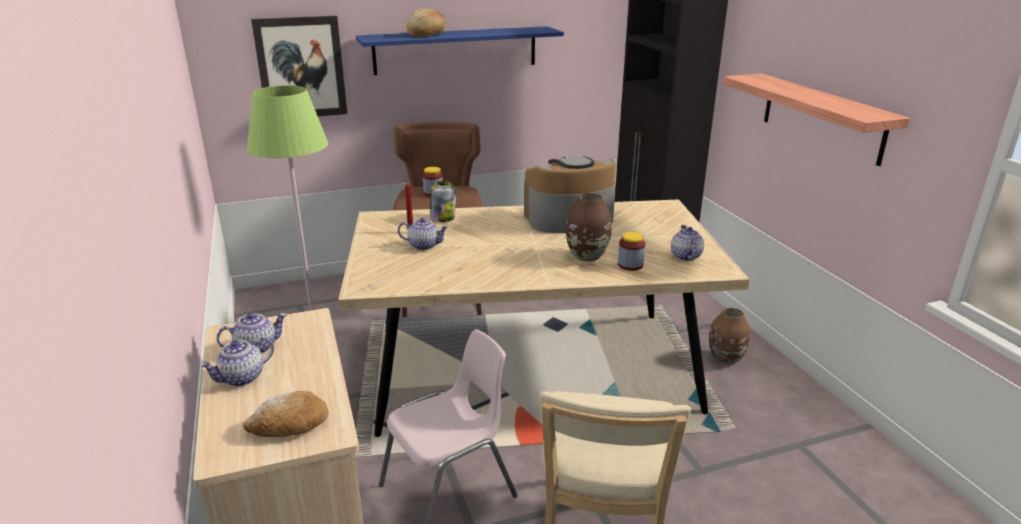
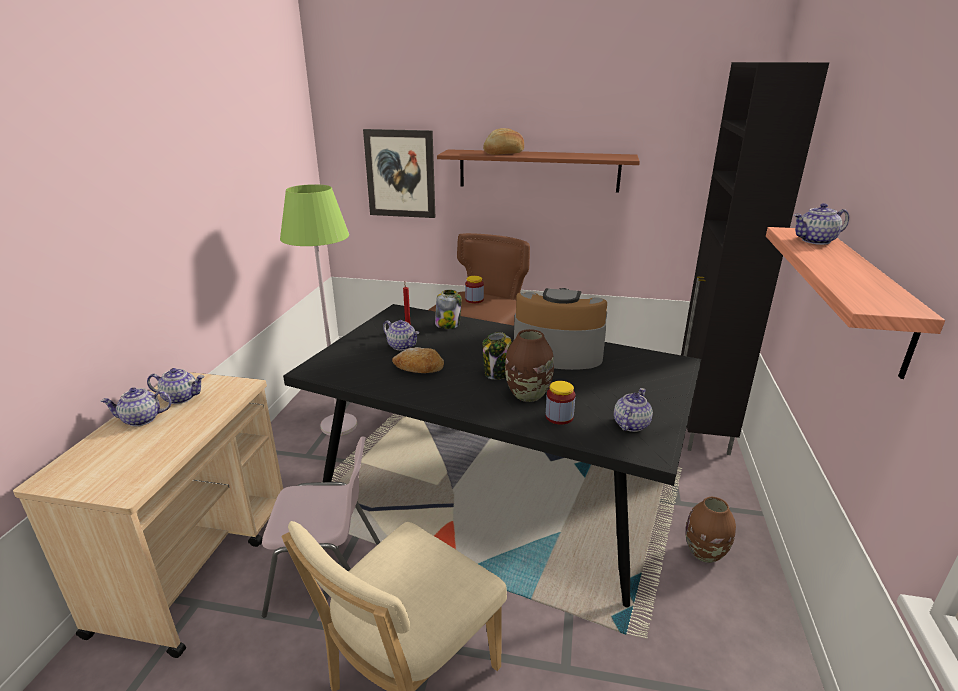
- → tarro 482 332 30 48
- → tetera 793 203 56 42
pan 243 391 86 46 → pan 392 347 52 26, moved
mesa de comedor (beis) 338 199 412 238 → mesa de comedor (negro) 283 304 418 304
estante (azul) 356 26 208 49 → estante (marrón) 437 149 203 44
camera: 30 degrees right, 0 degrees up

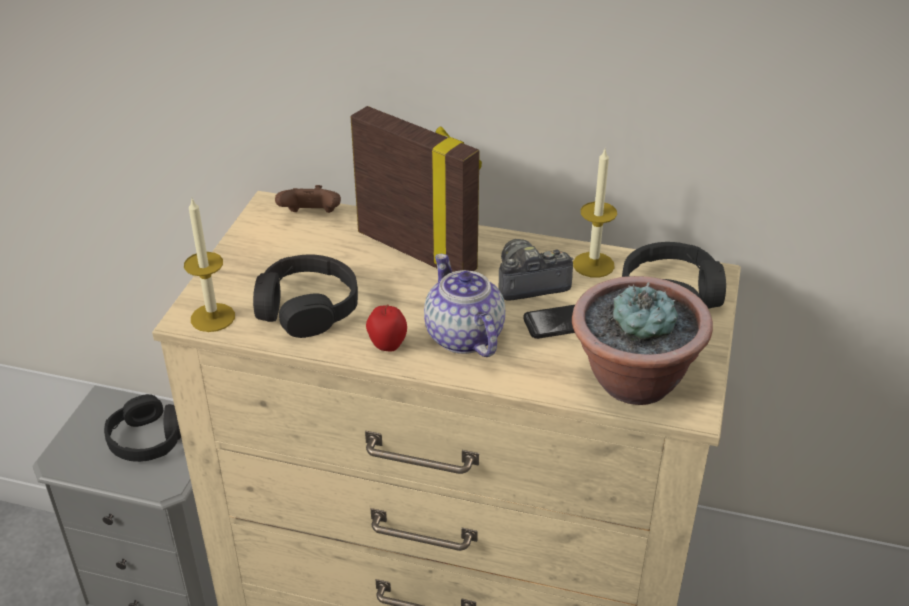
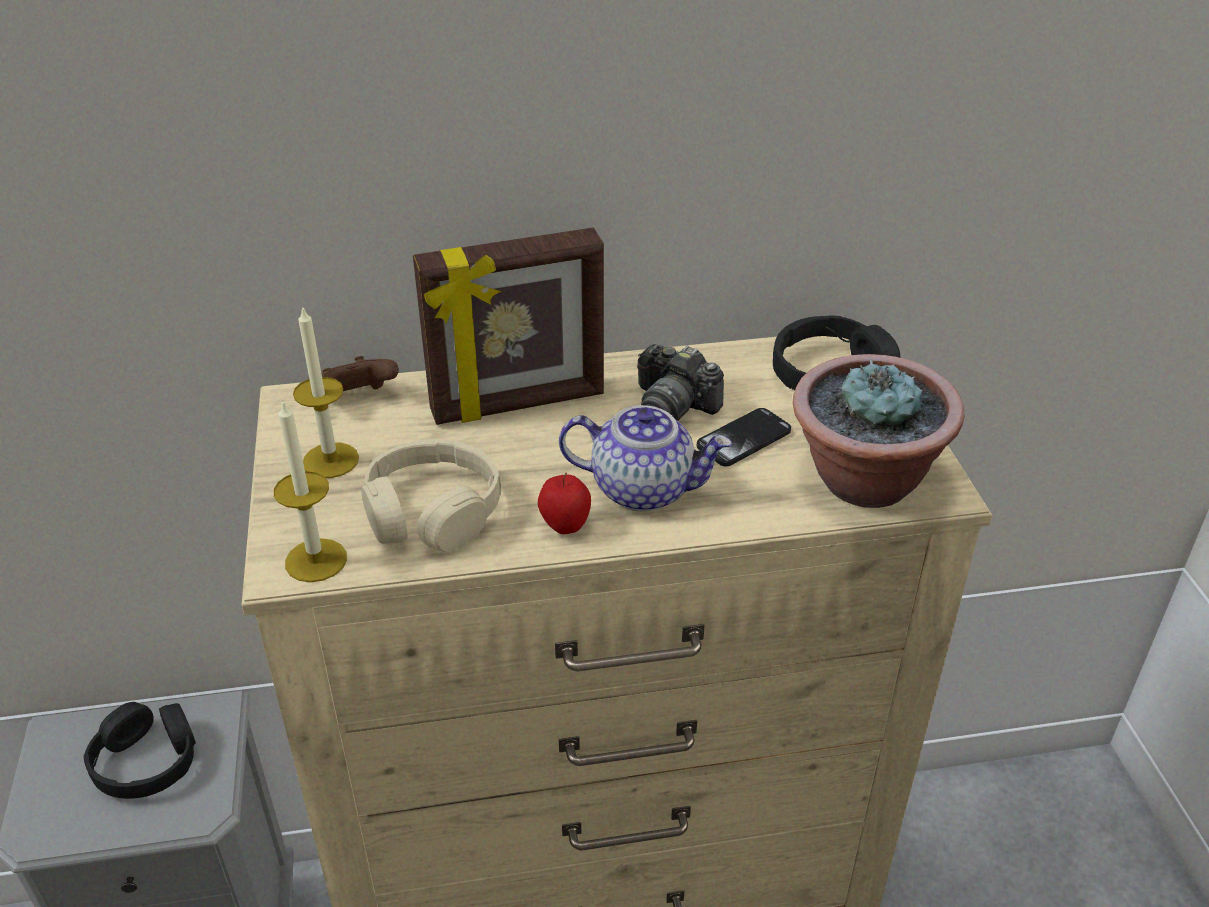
vela 573 149 44 129 → vela 293 305 66 173, moved
auriculares (negro) 253 255 105 83 → auriculares (beis) 361 439 140 113
portarretratos 350 106 132 166 → portarretratos 413 228 191 197, 150 degrees clockwise
tetera 424 253 81 104 → tetera 559 405 173 106, 150 degrees clockwise
cámara 499 239 74 62 → cámara 637 344 87 77, 105 degrees counterclockwise
camera: 25 degrees left, 0 degrees up

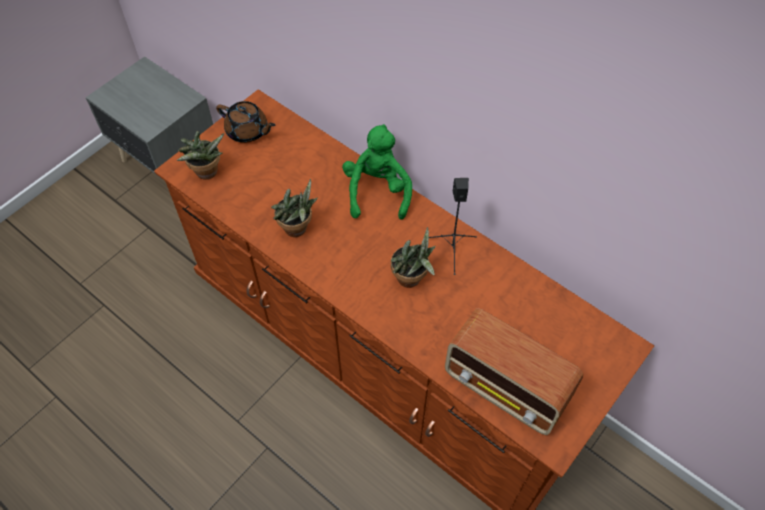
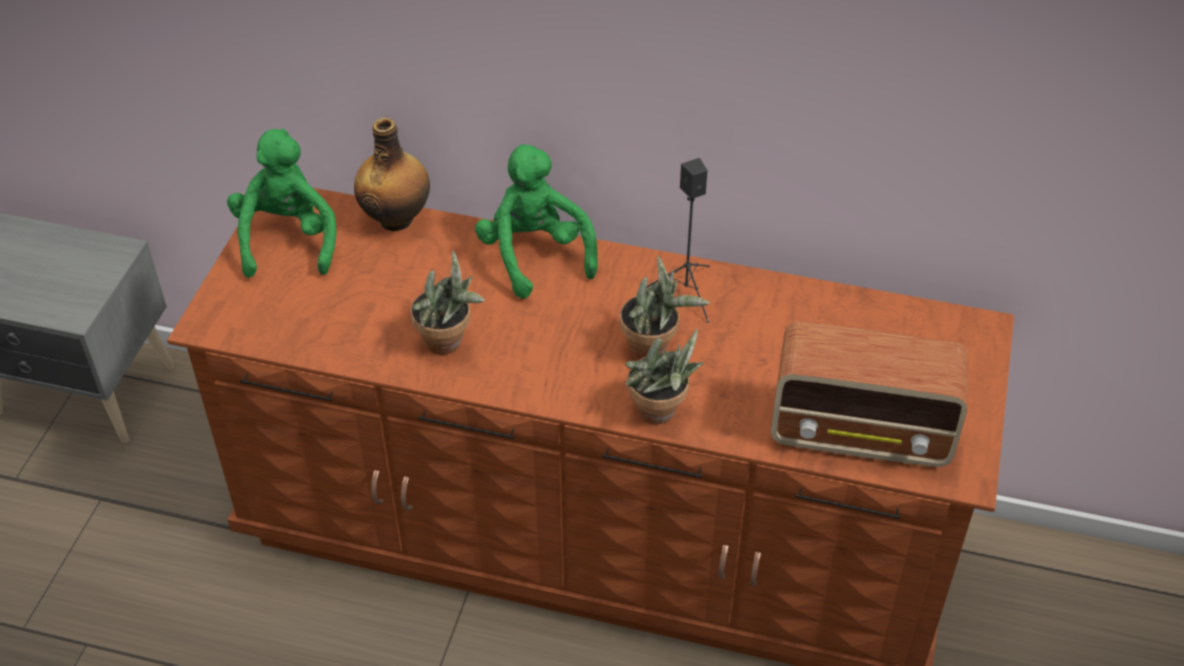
- → botella 354 118 76 113
planta en maceta 176 131 48 49 → planta en maceta 625 329 79 96, moved
tetera (marrón) 216 101 59 42 → peluche (verde) 227 129 109 149
camera: 25 degrees left, 10 degrees down

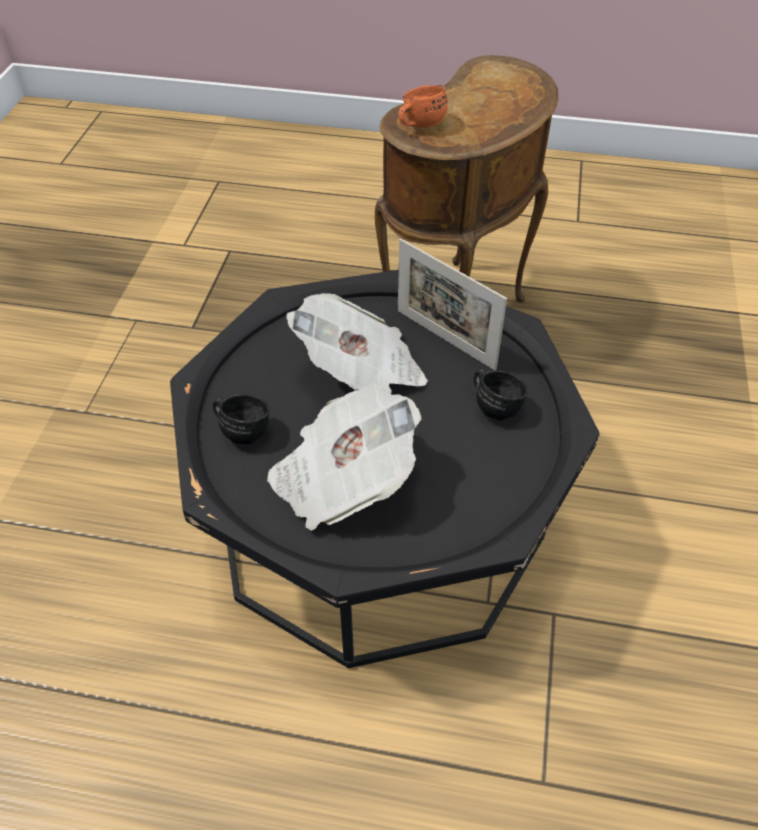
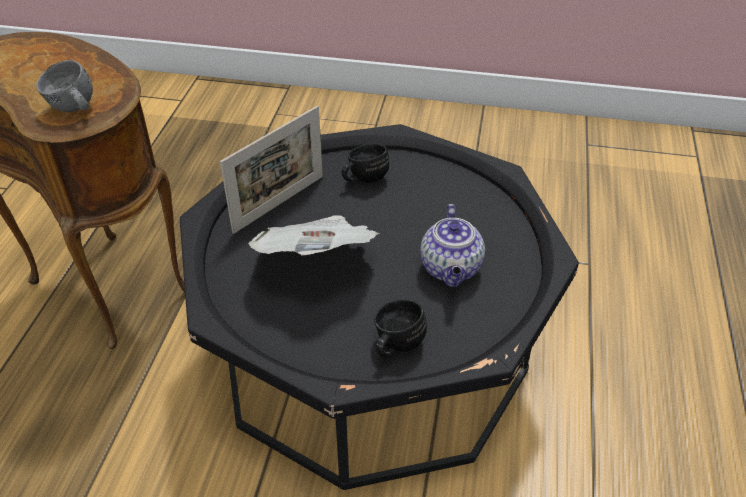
periódico 267 384 155 147 → tetera 420 204 65 83
taza grande (naranja) 398 85 50 42 → taza grande (gris) 36 60 57 52
camera: 90 degrees left, 5 degrees down

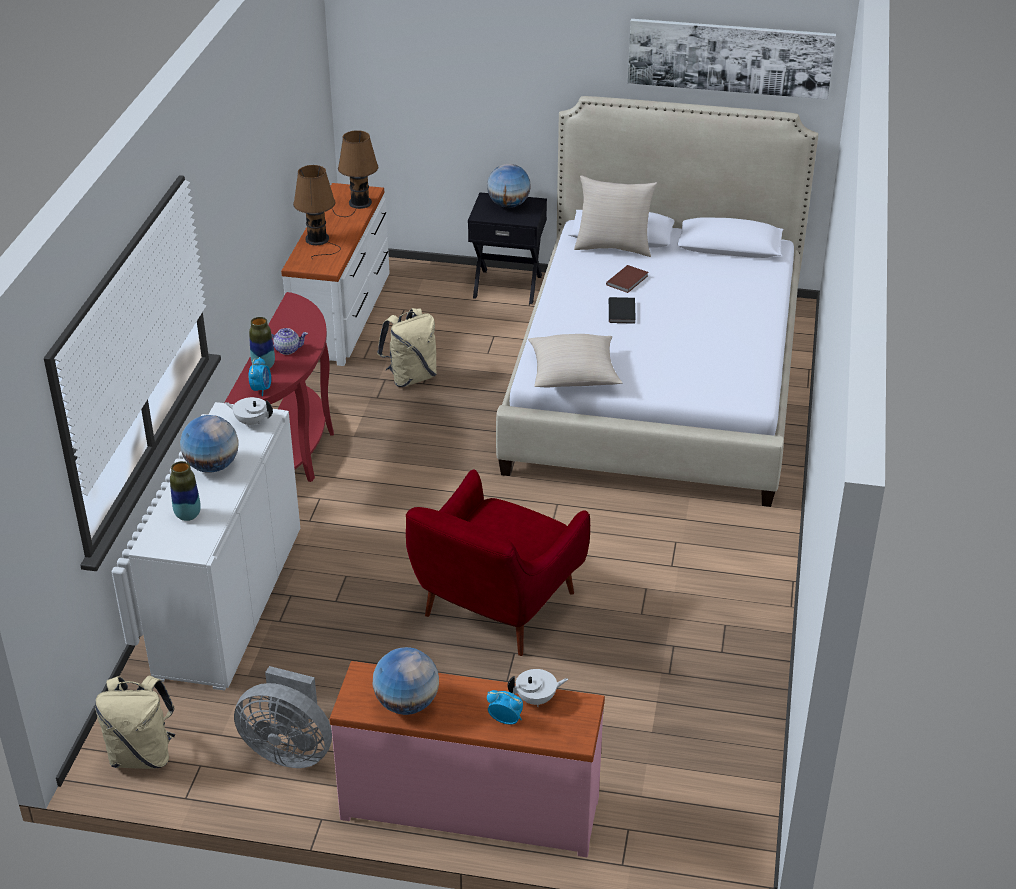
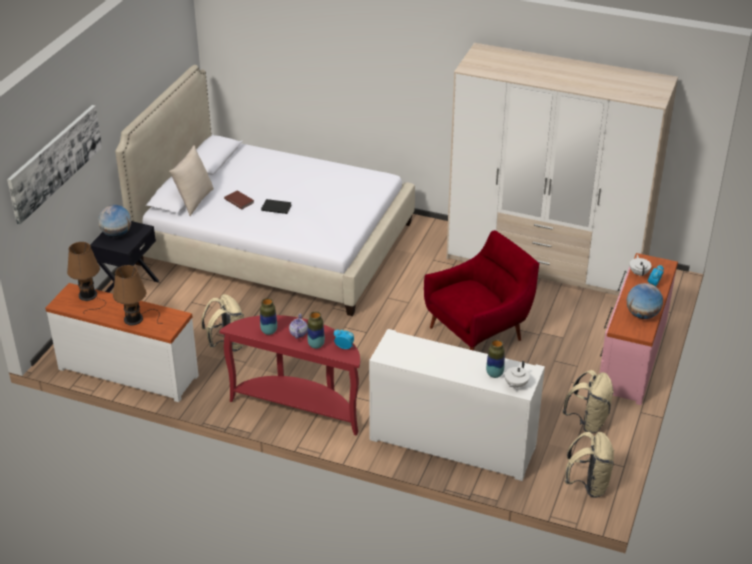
globo terráqueo 180 415 59 58 → -
cojín (beis) 528 334 95 53 → -
- → florero 260 298 17 37
- → armario ropero 446 43 232 253
tetera (blanco) 225 397 48 30 → tetera (blanco) 505 361 25 28, moved
cuadro 628 19 208 81 → cuadro 7 105 95 120, moved
ventilador (gris) 234 666 98 102 → mochila (beis) 562 370 52 63
sillón (rojo) 406 470 184 186 → sillón (rojo) 424 230 115 121, 75 degrees counterclockwise
camera: 80 degrees left, 0 degrees up

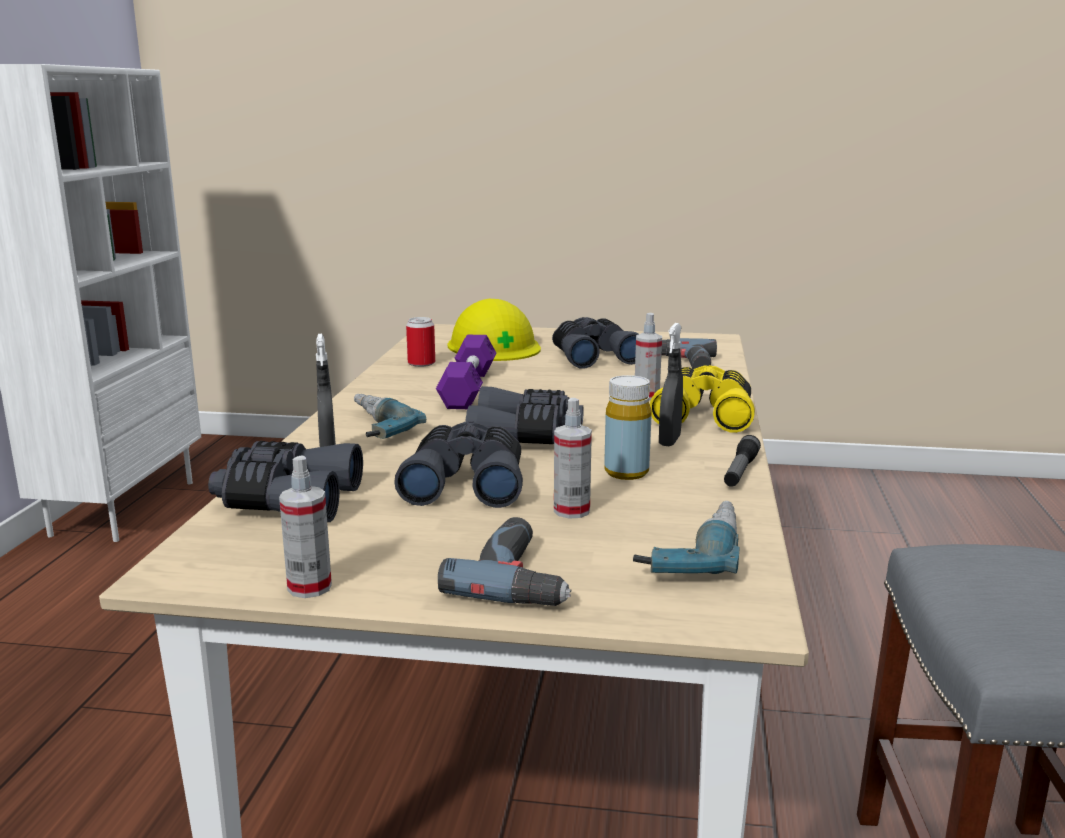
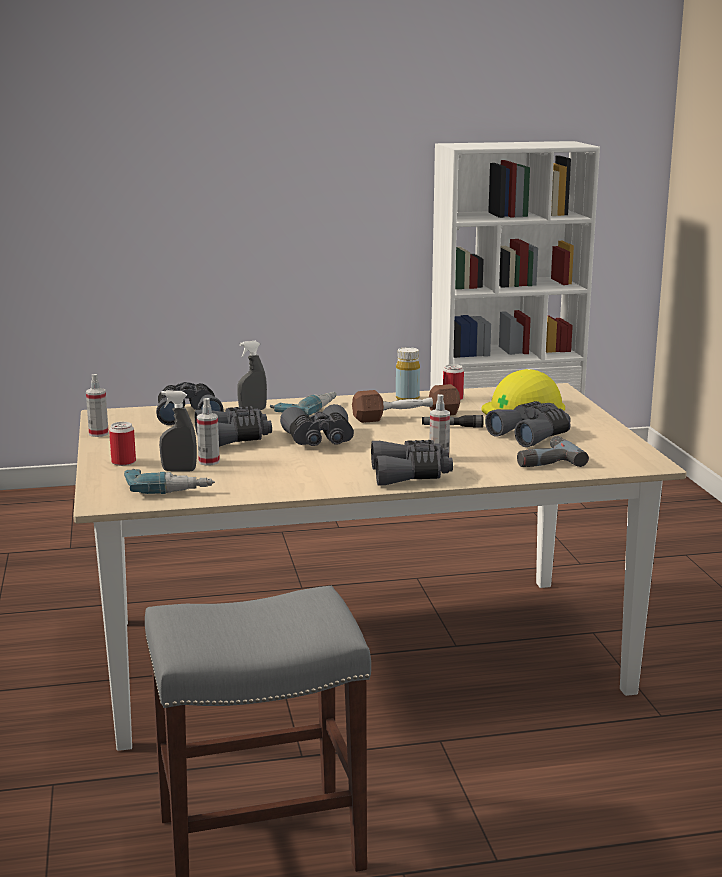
botella (amarillo) 604 375 48 105 → botella (amarillo) 396 347 24 53, moved
pulverizador (gris) 659 323 24 123 → pulverizador (gris) 159 390 38 82, moved
linterna 724 435 37 52 → linterna 422 415 62 13, moved
taladro 438 517 133 89 → lata 109 422 27 44
mancuerna (morado) 436 335 60 74 → mancuerna (marrón) 352 384 108 39
prismáticos (amarillo) 650 365 105 68 → prismáticos (gris) 371 440 82 45
camera: 70 degrees right, 0 degrees up

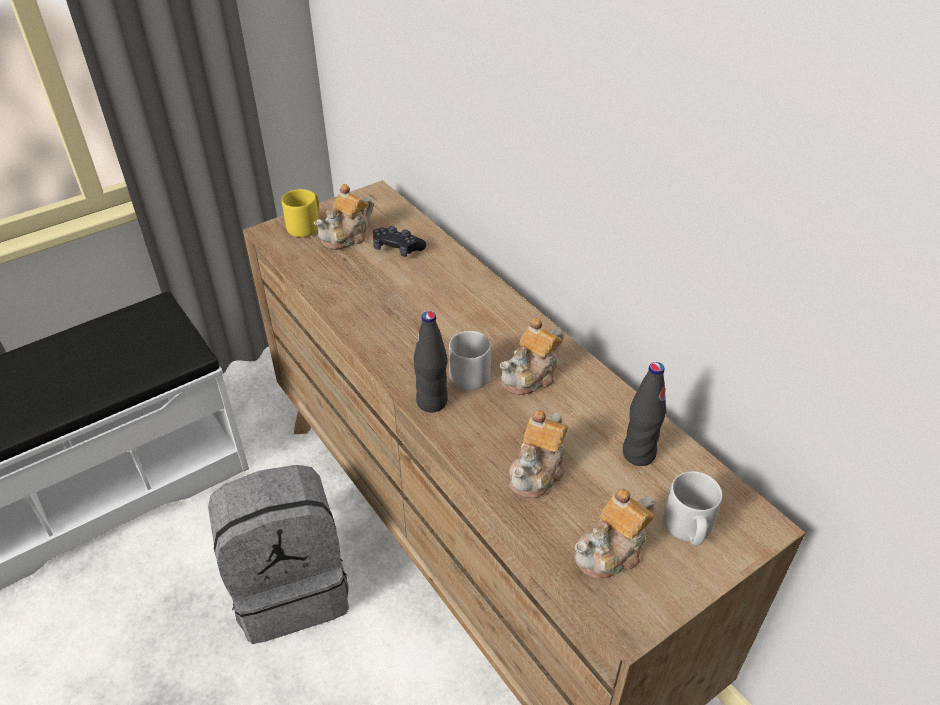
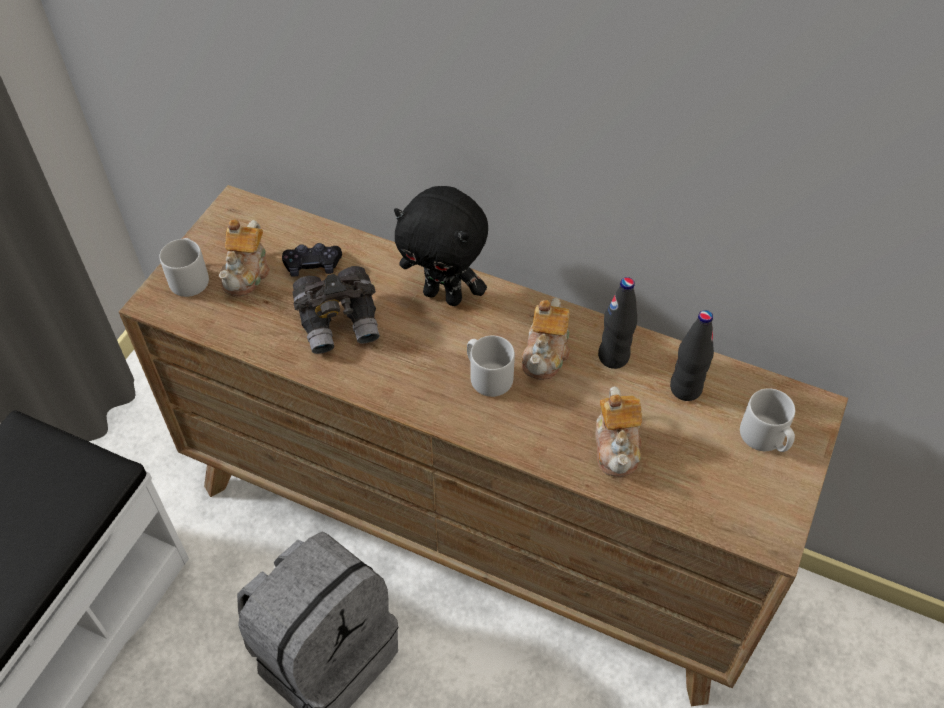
tetera 574 489 80 90 → -
- → prismáticos (gris) 292 266 88 88
- → peluche (negro) 394 186 94 120
botella (negro) 414 311 34 102 → botella (negro) 598 277 39 92, moved
taza grande (amarillo) 282 189 37 48 → taza grande (gris) 159 238 50 59
camera: 30 degrees left, 10 degrees up

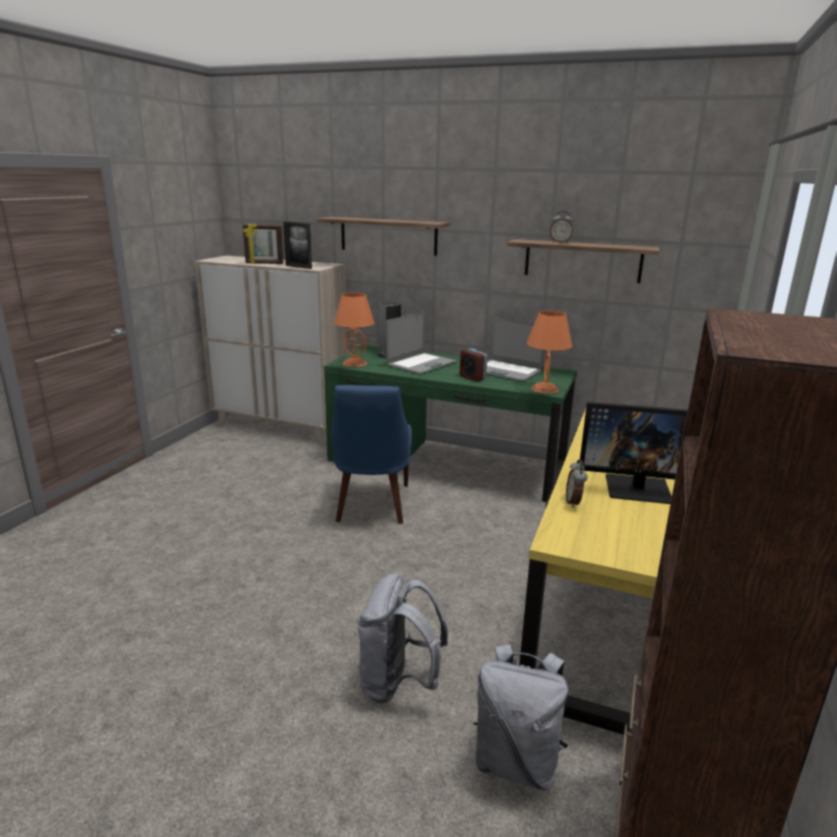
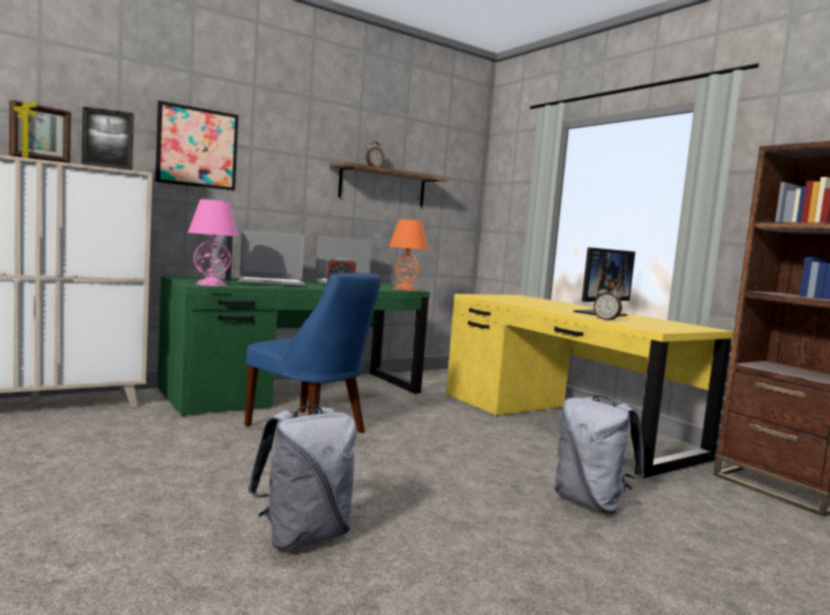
mochila (gris) 473 644 96 146 → mochila (gris) 247 405 109 145, moved
estante 317 217 133 39 → cuadro 155 101 83 90
lámpara de mesa (naranja) 334 293 40 74 → lámpara de mesa (rosa) 188 199 50 87
portátil 386 312 70 62 → portátil 239 230 67 57, 90 degrees clockwise
camera: 55 degrees left, 15 degrees down

